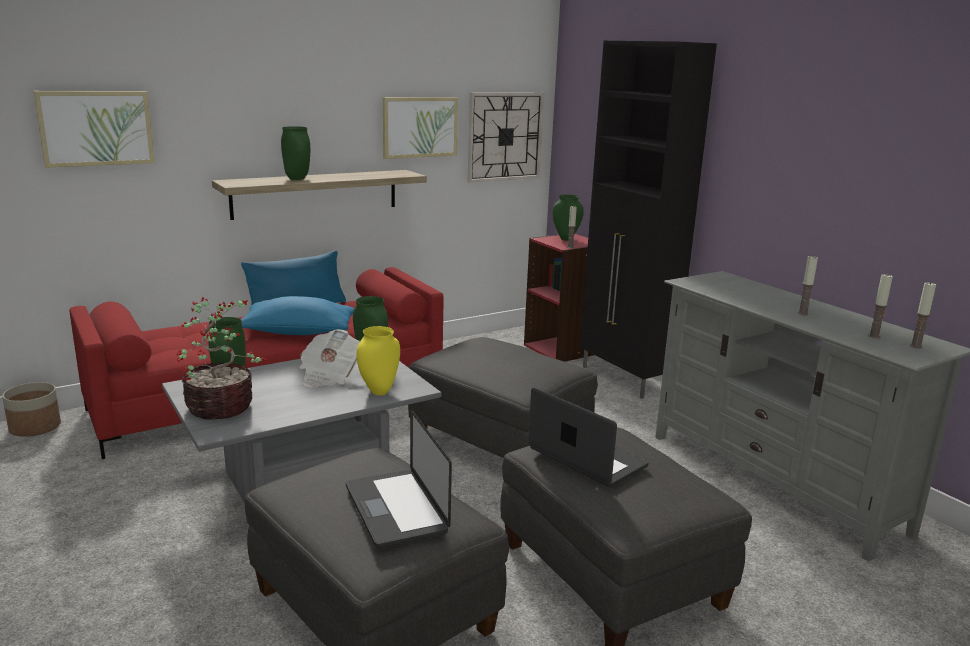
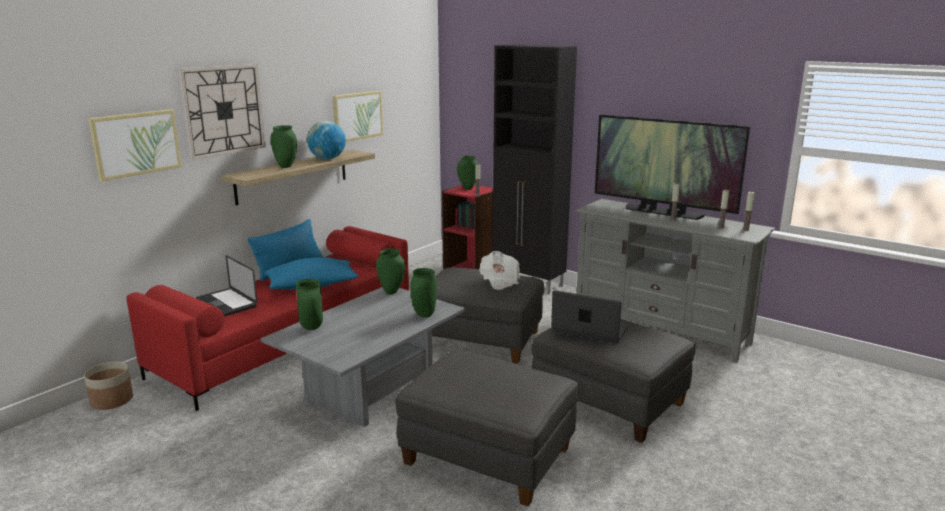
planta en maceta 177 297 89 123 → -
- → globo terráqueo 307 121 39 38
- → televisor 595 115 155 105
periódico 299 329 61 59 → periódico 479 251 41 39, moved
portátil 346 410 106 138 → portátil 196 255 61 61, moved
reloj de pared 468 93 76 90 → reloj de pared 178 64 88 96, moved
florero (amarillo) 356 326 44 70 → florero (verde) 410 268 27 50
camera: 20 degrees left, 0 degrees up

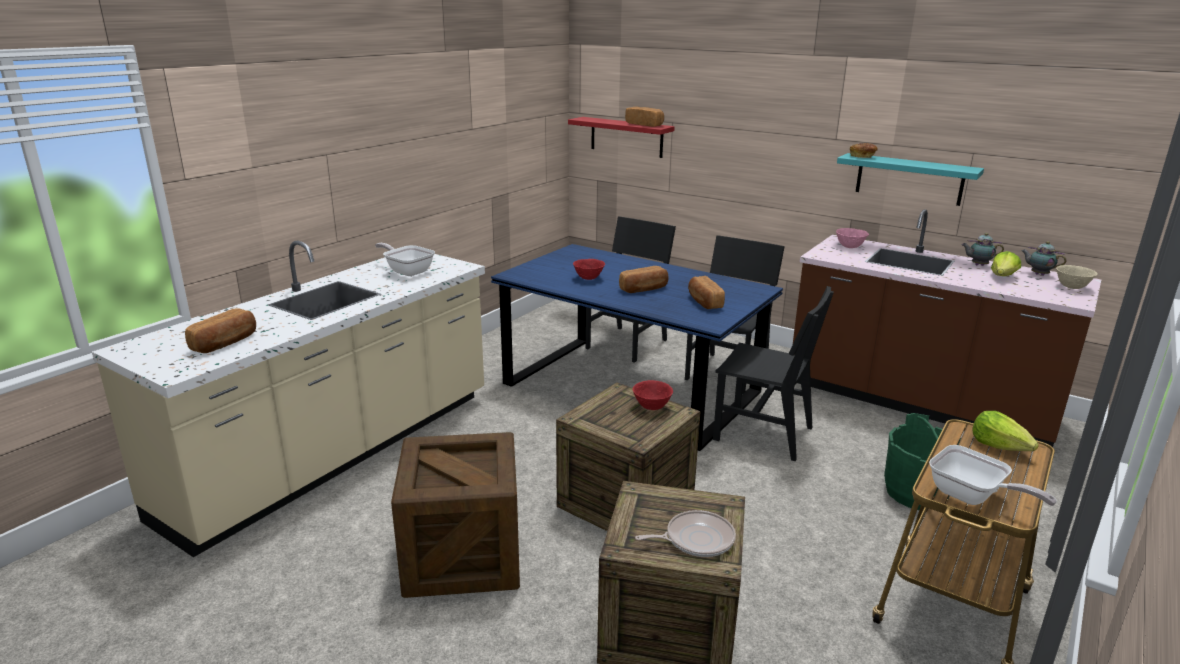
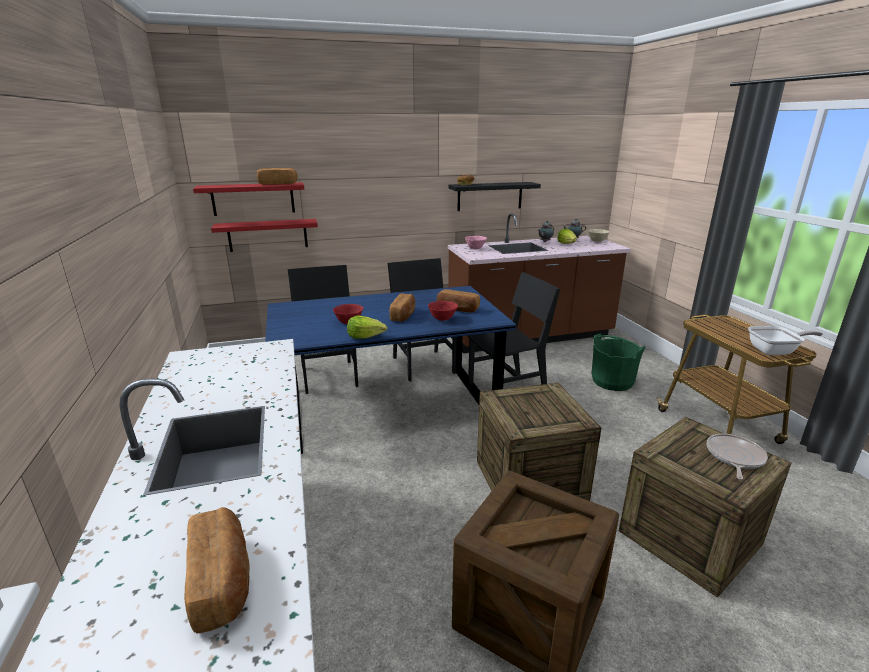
sartén 375 243 60 33 → -
- → estante (rojo) 211 219 107 33
cuenco (rojo) 632 380 41 30 → cuenco (rojo) 428 301 30 20, moved
lechuga 972 411 67 40 → lechuga 347 316 40 23, moved
estante (turquesa) 837 153 147 53 → estante (negro) 449 182 92 29
camera: 50 degrees left, 0 degrees up

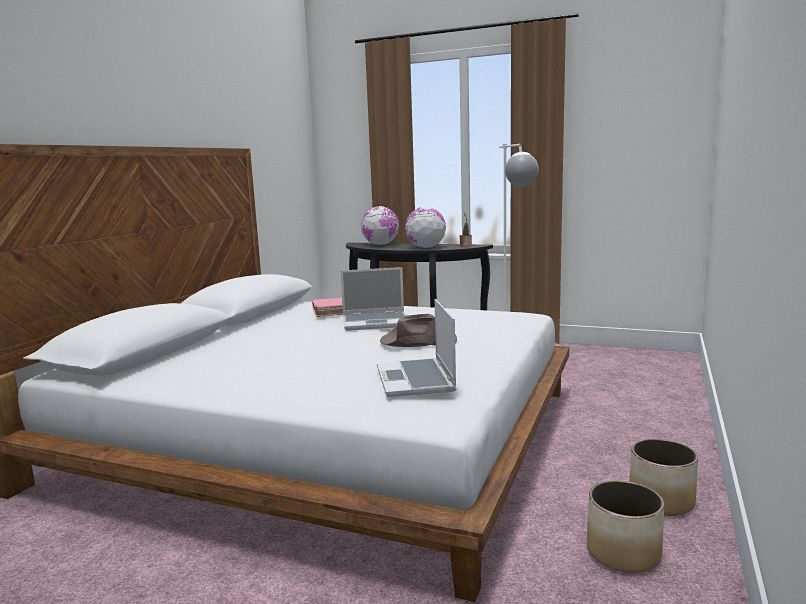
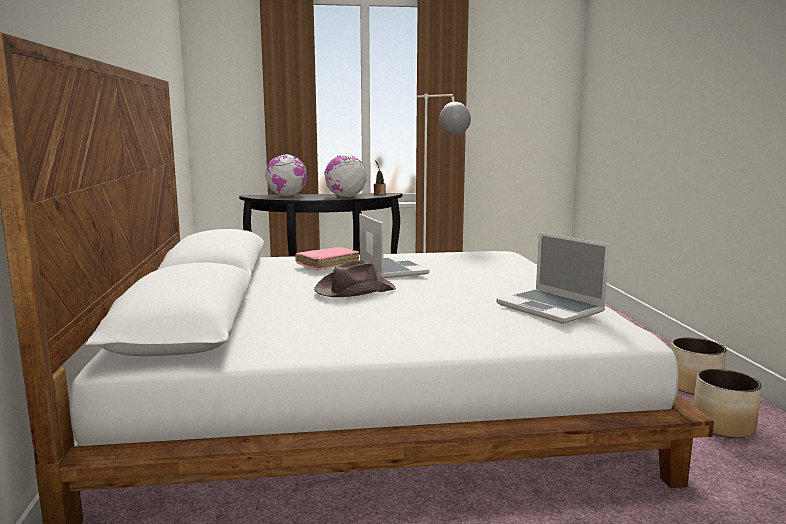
sombrero (marrón) 380 314 77 33 → sombrero (marrón) 314 260 82 37, moved
portátil 340 267 66 64 → portátil 359 214 71 64, 75 degrees counterclockwise
camera: 30 degrees left, 0 degrees up

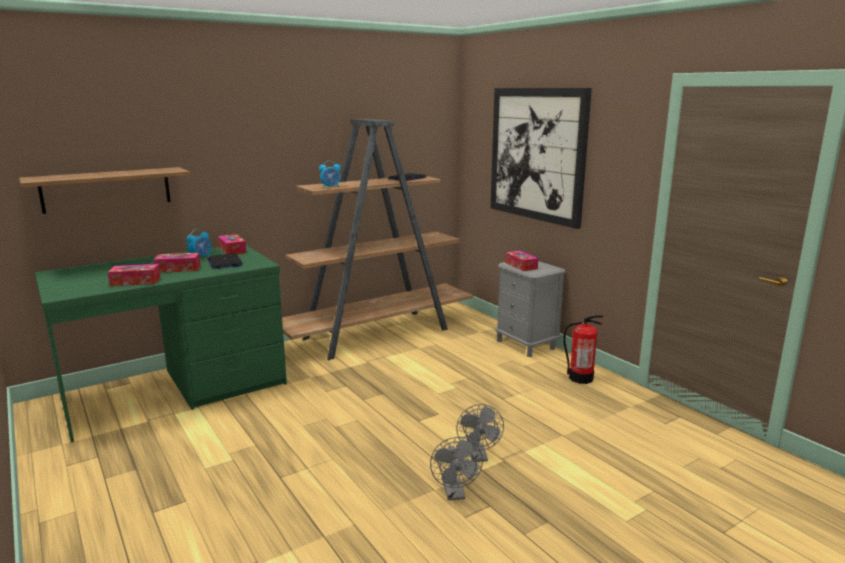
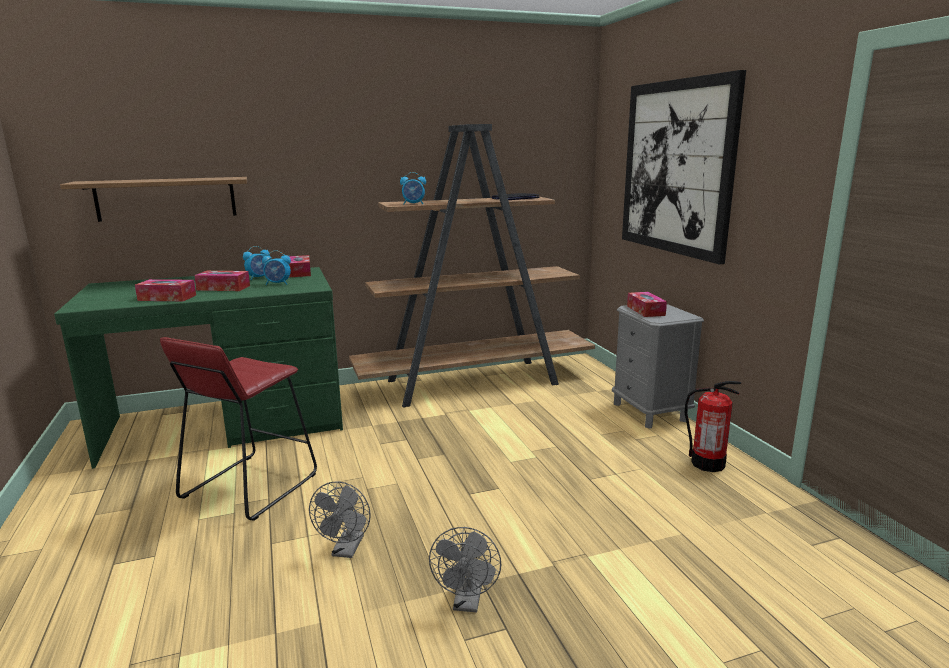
- → taburete (rojo) 160 337 157 184
ventilador (gris) 456 404 48 58 → ventilador (gris) 309 481 62 77, moved
portátil 207 253 36 16 → despertador 262 250 29 35
camera: 15 degrees right, 0 degrees up

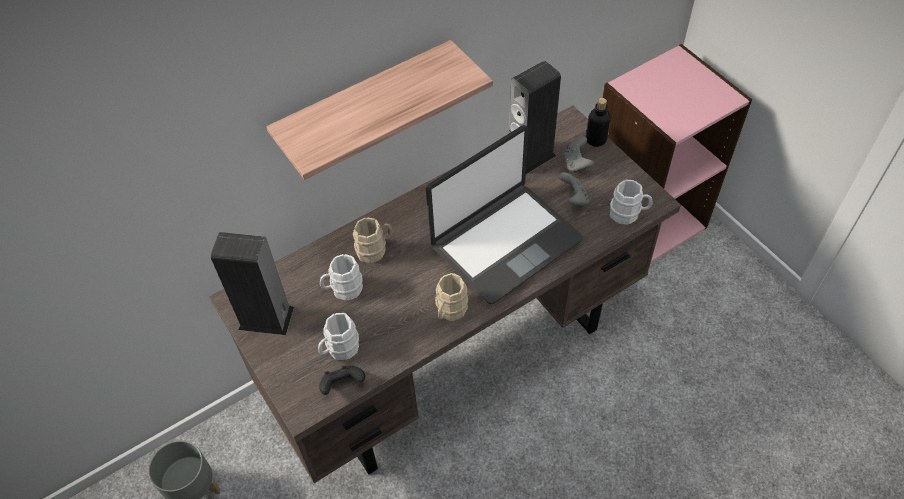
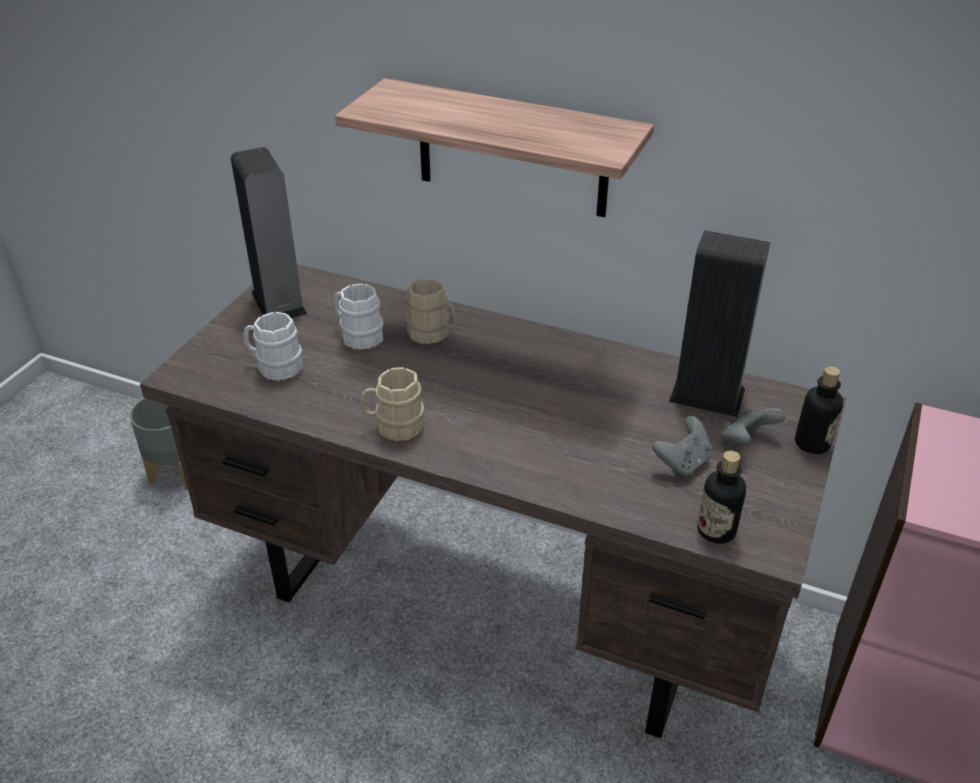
mando de consola (negro) 319 365 46 30 → -
portátil 426 125 157 179 → -
taza grande (blanco) 610 180 43 45 → botella 697 451 49 93
camera: 55 degrees right, 15 degrees down

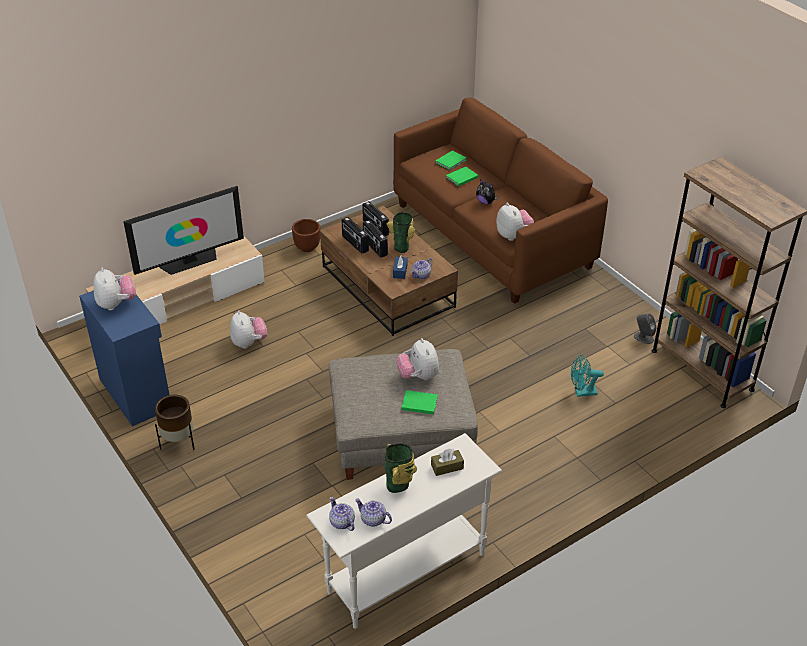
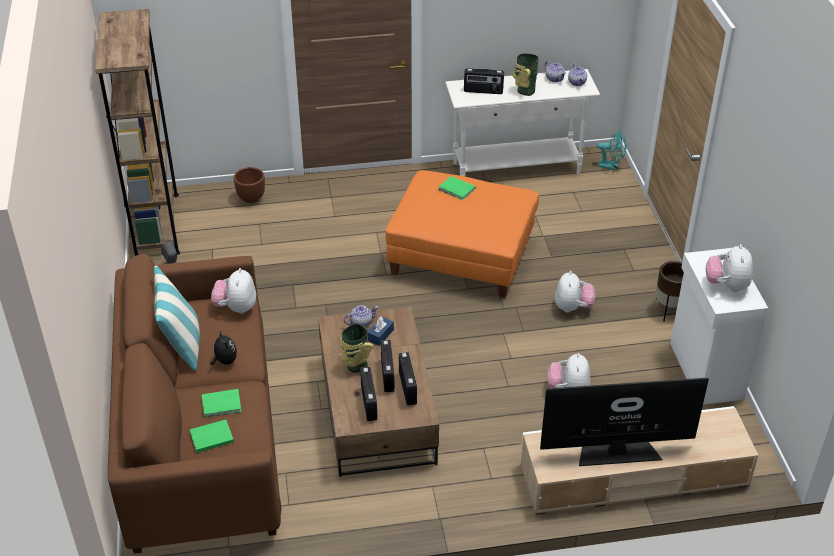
- → cojín 154 266 46 105
maceta (marrón) 292 219 28 33 → maceta (marrón) 234 167 31 36, moved
peluche 397 338 42 42 → peluche 555 271 40 42, moved
ventilador (turquesa) 571 355 33 42 → ventilador (turquesa) 597 130 30 40, moved
caja de pañuelos (marrón) 431 449 33 27 → radio 464 68 40 26
armario (azul) 79 281 90 145 → armario (blanco) 670 248 98 157
puf (gris) 329 349 149 131 → puf (naranja) 386 170 153 128
camera: 155 degrees left, 0 degrees up

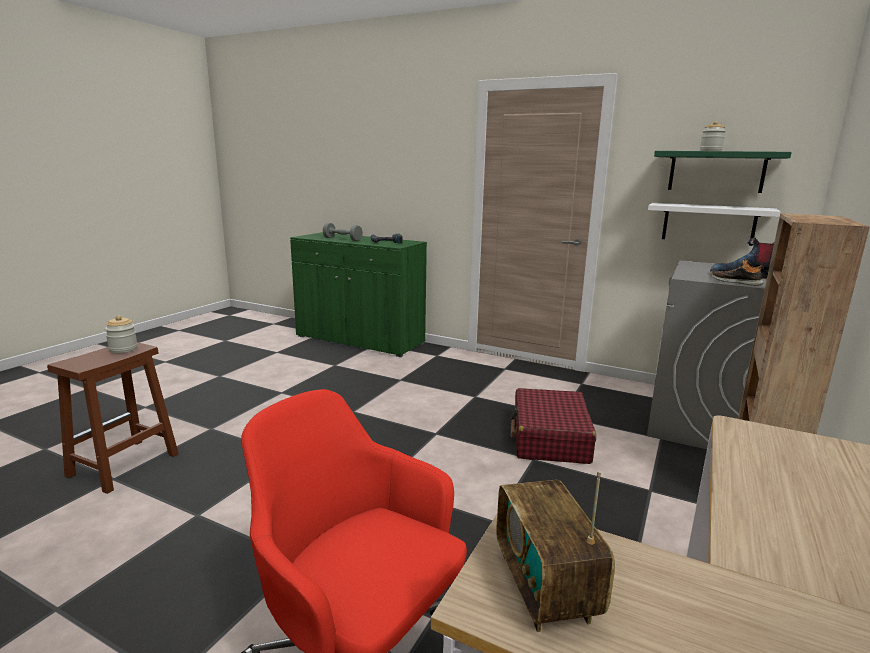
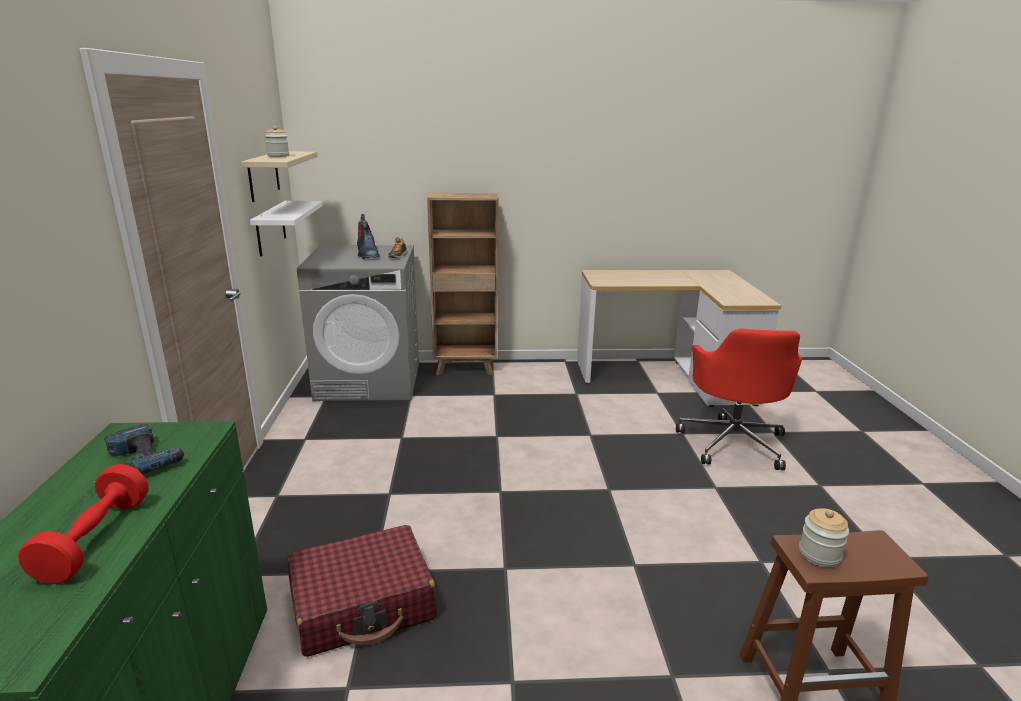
radio 496 471 119 161 → -
maleta (rojo) 511 388 85 76 → maleta (rojo) 287 525 150 132, moved
mancuerna (gris) 323 223 40 18 → mancuerna (rojo) 18 464 130 120
estante (verde) 654 151 138 42 → estante (beis) 241 151 77 51
camera: 120 degrees left, 5 degrees up

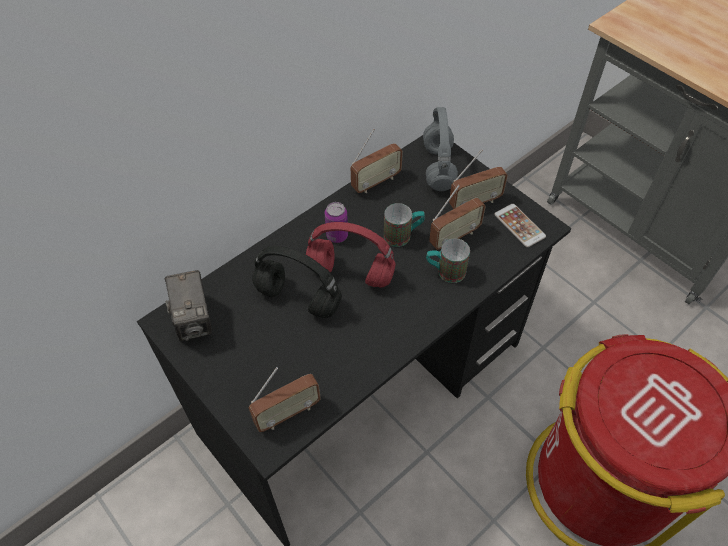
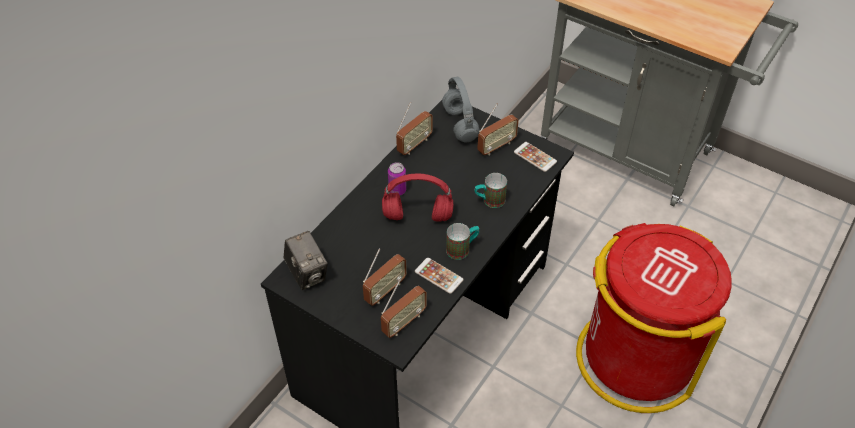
auriculares (negro) 252 246 90 72 → -
- → móvil 415 258 48 36
taza grande 384 203 41 44 → taza grande 446 223 33 37, moved
radio 429 185 57 65 → radio 363 249 44 57, moved
camera: 15 degrees left, 5 degrees down

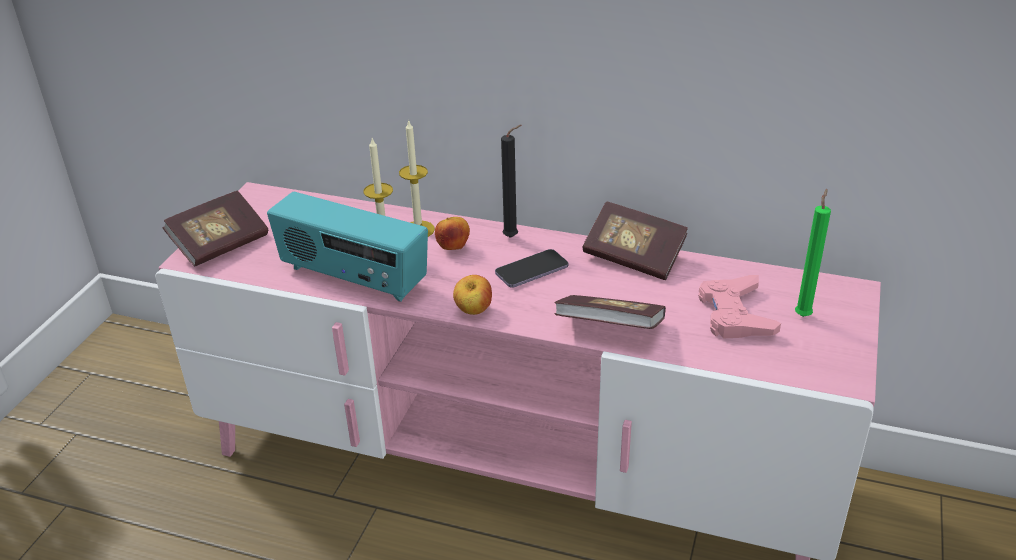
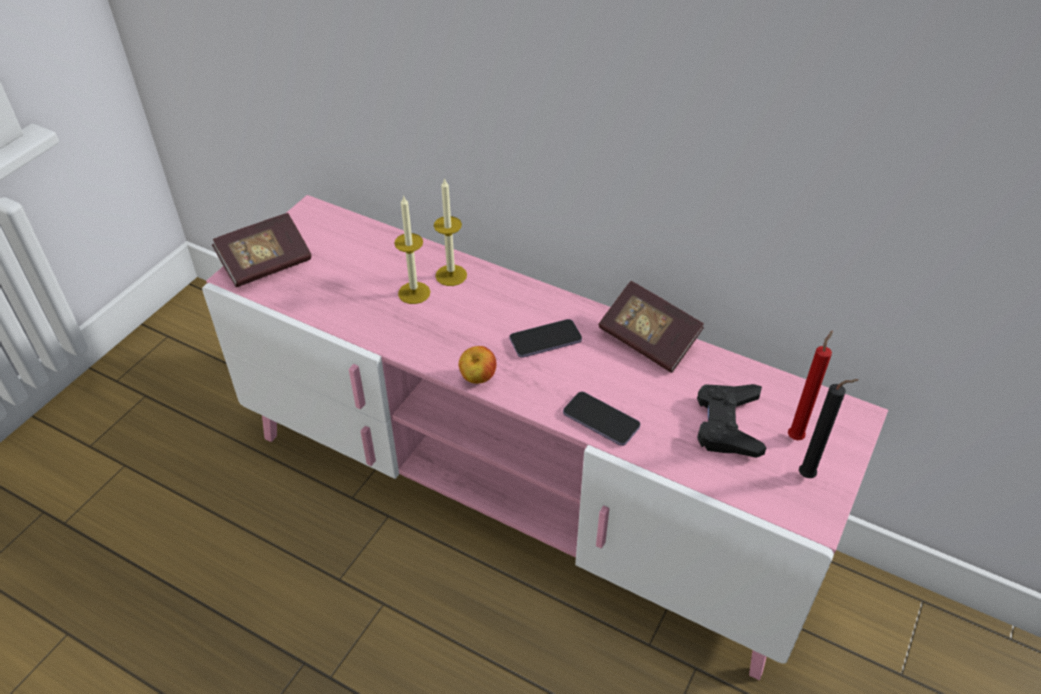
radio 267 192 161 110 → -
manzana 435 217 35 33 → -
vela (negro) 501 125 20 113 → vela (negro) 799 379 60 99, moved
libro 555 295 111 34 → móvil 563 392 77 54
mando de consola (rosa) 698 275 83 63 → mando de consola (negro) 697 384 69 74
vela (verde) 795 189 36 128 → vela (rojo) 788 330 45 110
camera: 10 degrees right, 10 degrees up

